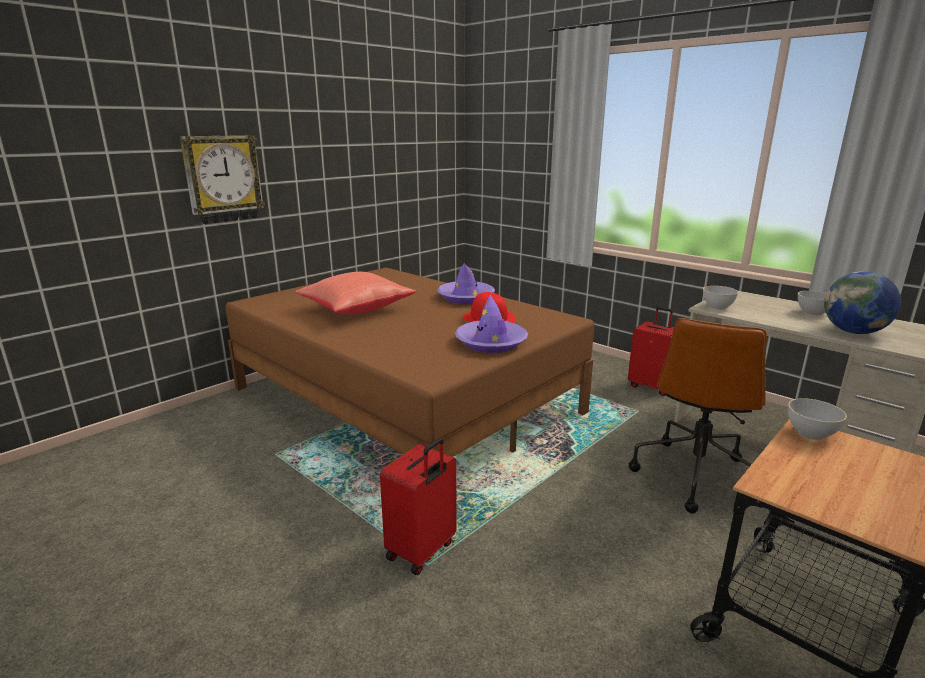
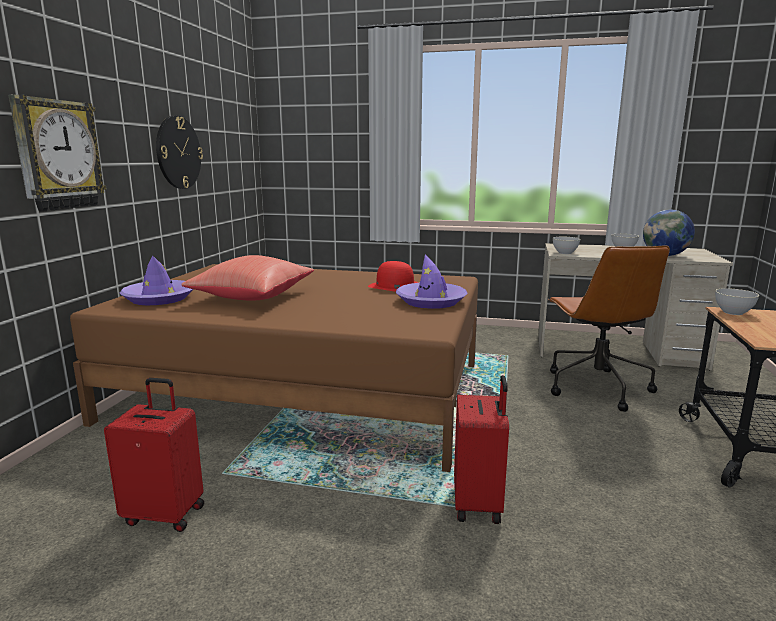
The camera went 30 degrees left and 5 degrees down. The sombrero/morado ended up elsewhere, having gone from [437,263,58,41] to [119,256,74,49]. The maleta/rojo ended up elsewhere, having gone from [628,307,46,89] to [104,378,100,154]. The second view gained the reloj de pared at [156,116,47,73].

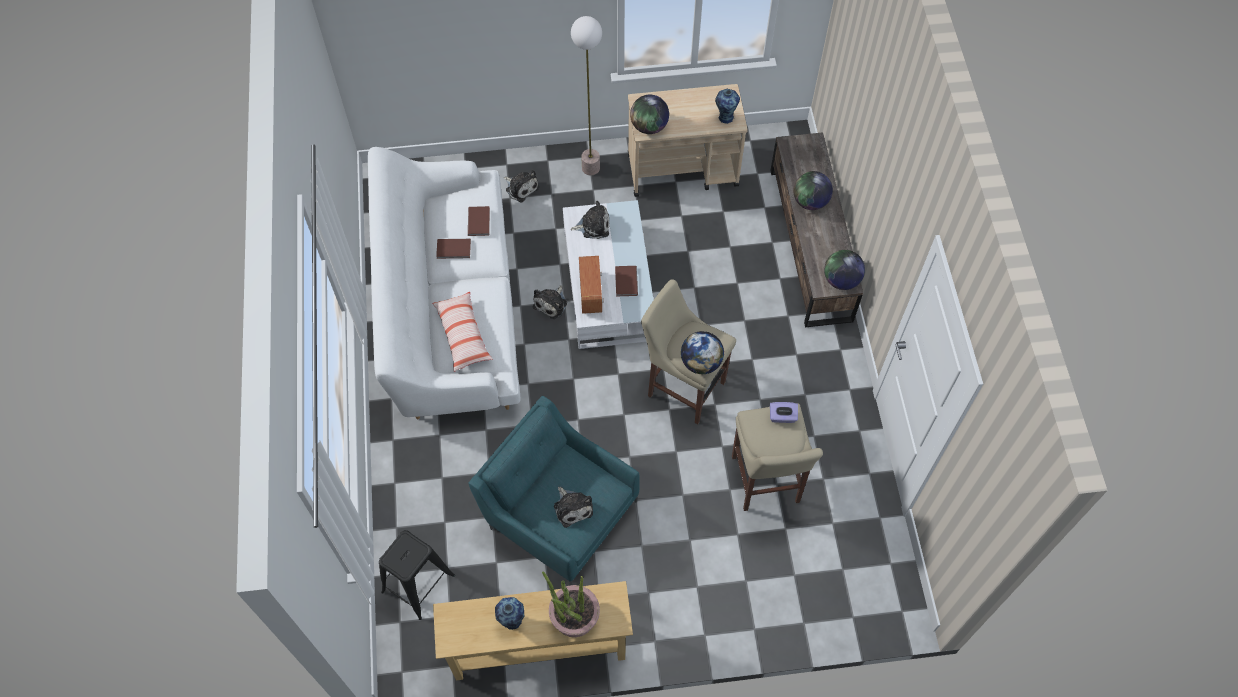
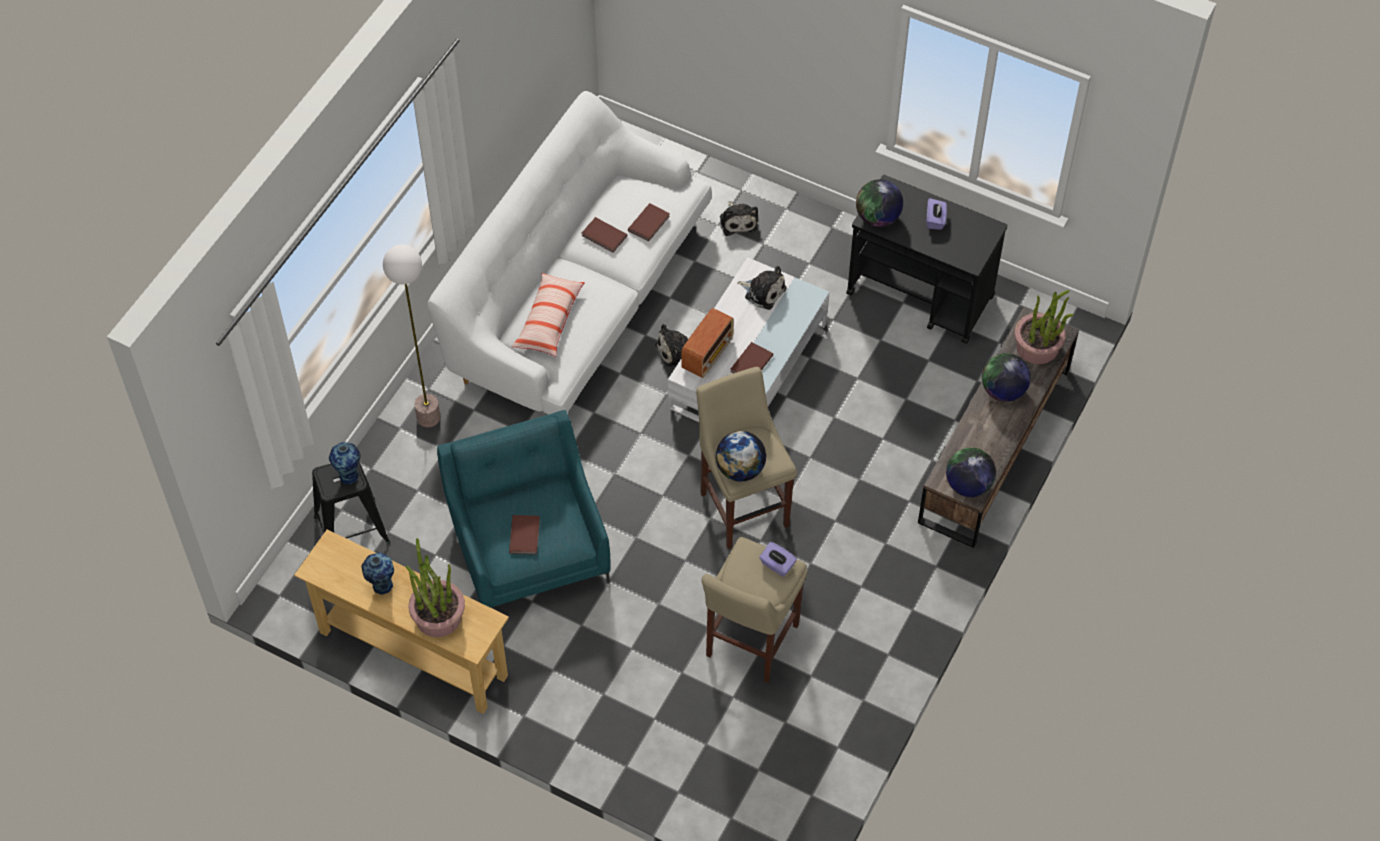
The camera went 35 degrees right and 5 degrees down. The lámpara de pie ended up elsewhere, having gone from [571,16,31,159] to [383,244,57,183]. What was the carrito/beis at [628,84,120,113] turned into the carrito/negro at [846,175,162,169]. The florero ended up elsewhere, having gone from [715,89,25,35] to [329,442,32,42]. Where the peluche stood at [554,487,39,41], the libro/marrón came to stand at [509,515,31,40]. The second view gained the caja de pañuelos/morado at [927,198,20,32]. The second view gained the planta en maceta at [1015,290,59,74].

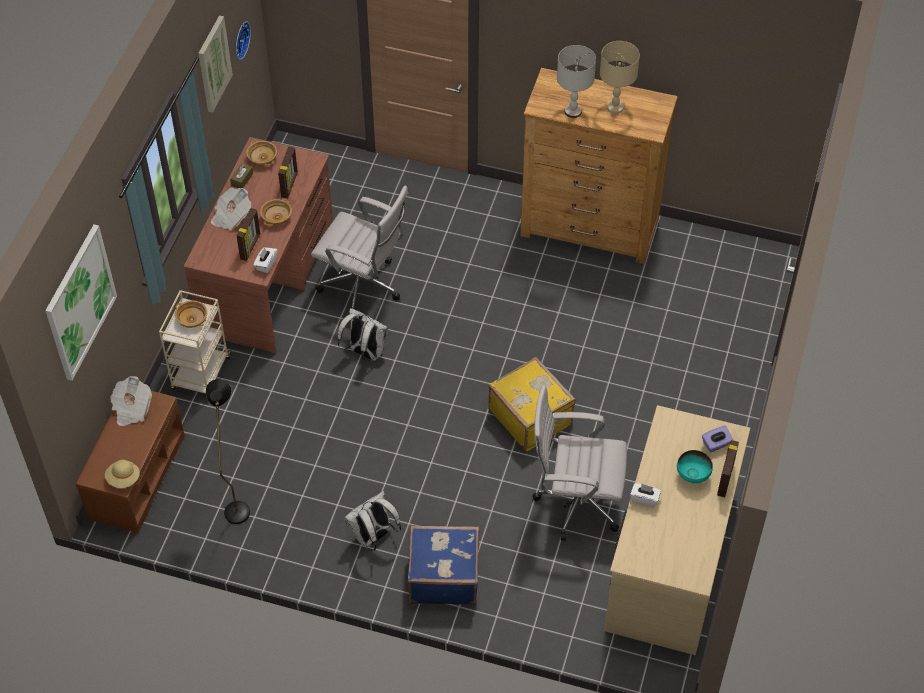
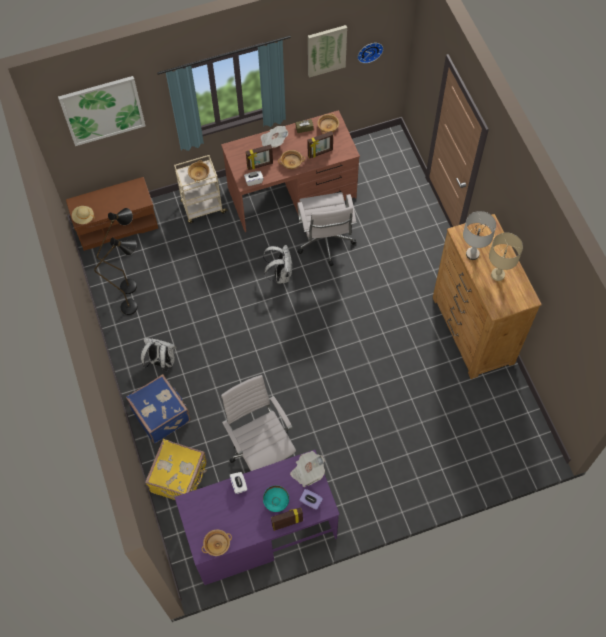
The camera went 55 degrees right and 10 degrees up. The maleta/amarillo ended up elsewhere, having gone from [488,357,88,94] to [145,439,62,61]. The periódico ended up elsewhere, having gone from [110,376,42,50] to [290,451,35,36]. What was the escritorio/beis at [604,405,146,250] turned into the escritorio/morado at [175,450,165,135]. The second view gained the lámpara de pie/negro at [94,238,44,77]. The second view gained the cuenco/beis at [202,529,30,27].

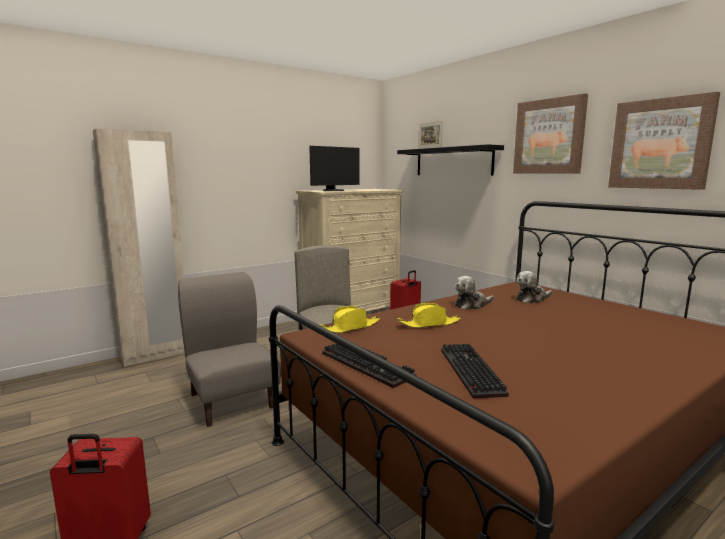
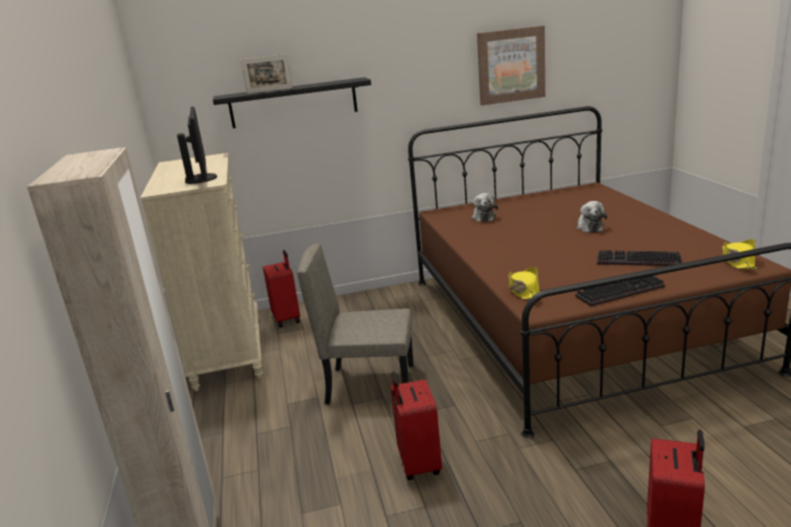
The camera went 65 degrees left and 10 degrees up. The second view lost the cuadro at [513,93,75,80]. Where the silla/gris stood at [178,272,103,155], the maleta/rojo came to stand at [390,372,52,108]. The peluche ended up elsewhere, having gone from [455,276,39,34] to [577,201,30,32]. The sombrero/amarillo ended up elsewhere, having gone from [397,303,64,25] to [723,239,34,31].

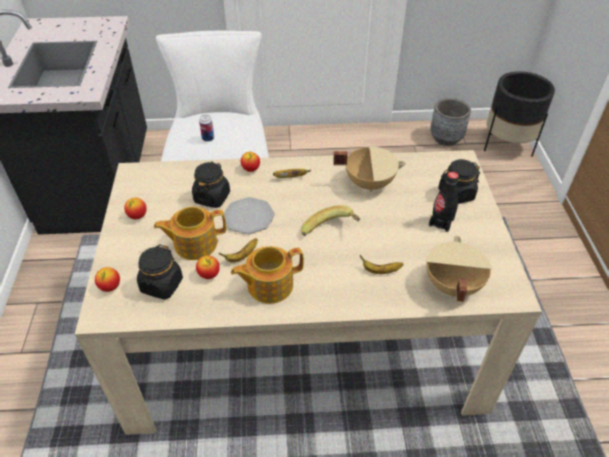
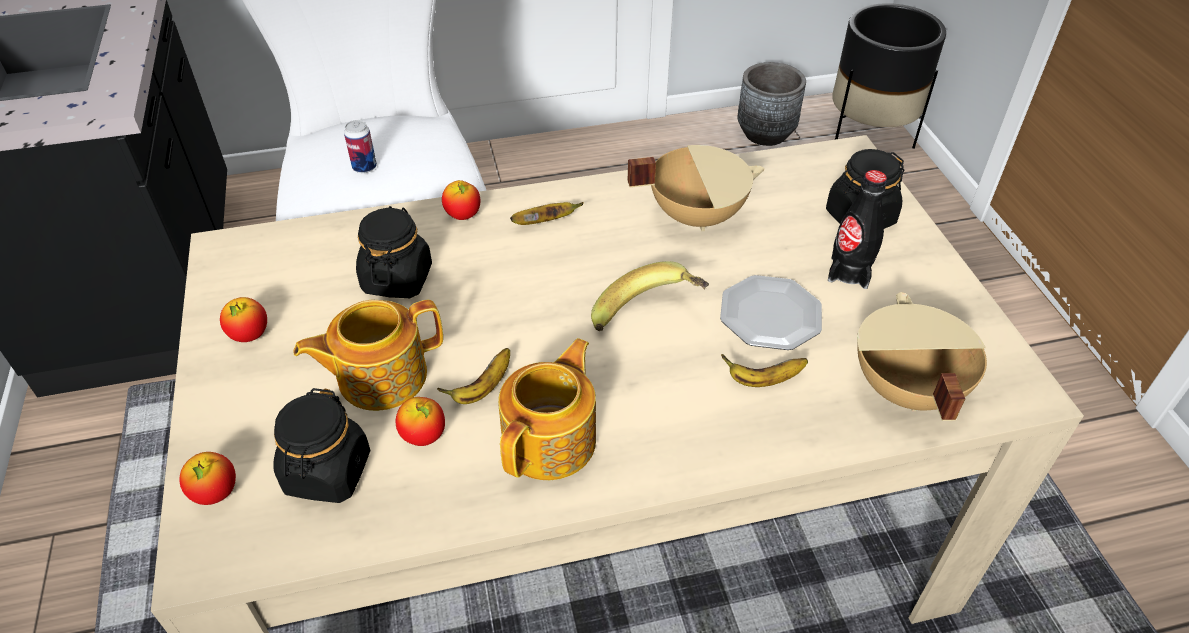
The camera went 10 degrees left and 0 degrees up. The plato ended up elsewhere, having gone from [224,197,51,37] to [720,275,102,75]. The tetera at [231,246,73,58] ended up facing another way, 150 degrees clockwise from before.

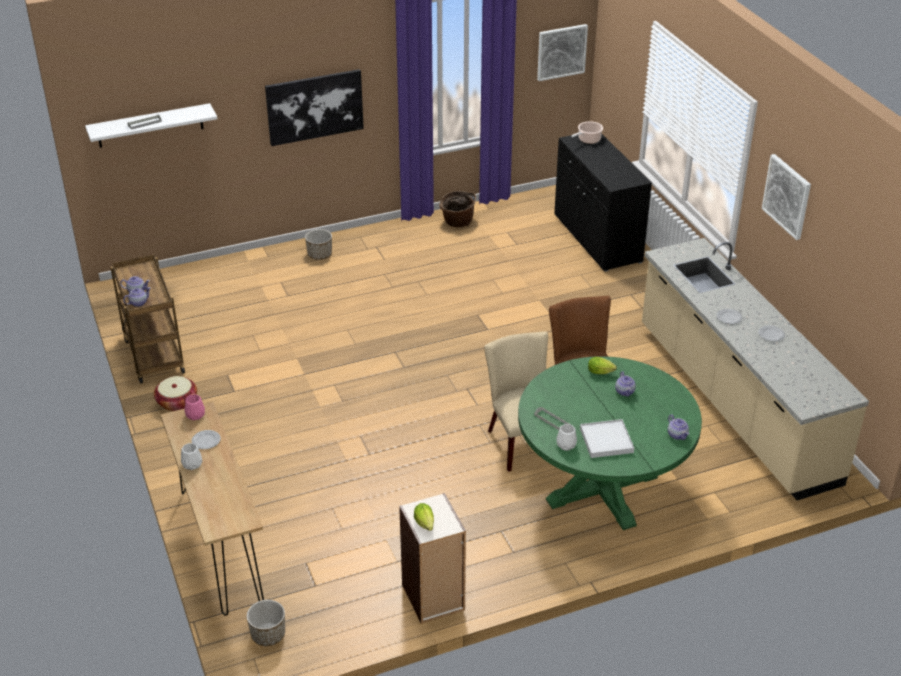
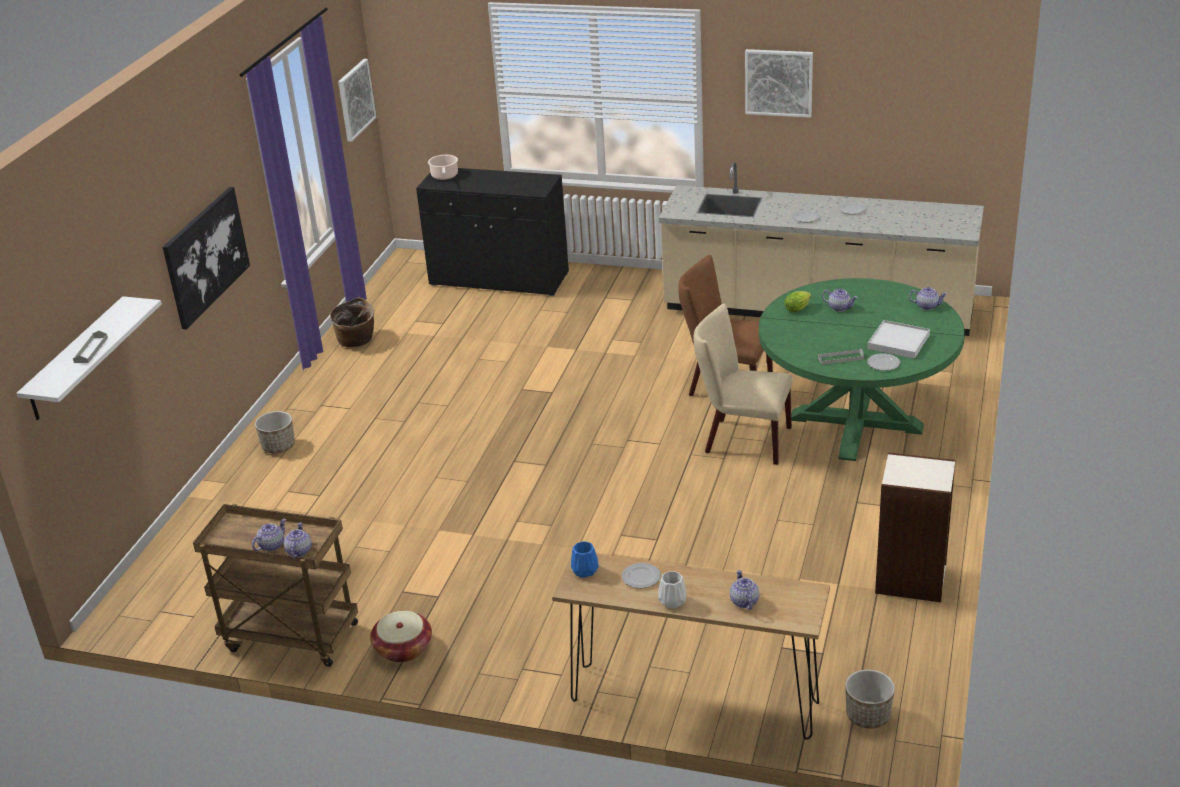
The camera went 50 degrees left and 5 degrees down. What was the florero/rosa at [185,395,20,25] turned into the florero/azul at [571,541,28,37]. Where the florero/blanco stood at [557,424,20,27], the plato came to stand at [867,353,33,18]. The second view lost the lechuga at [414,503,20,28]. The second view gained the tetera at [730,570,29,40].

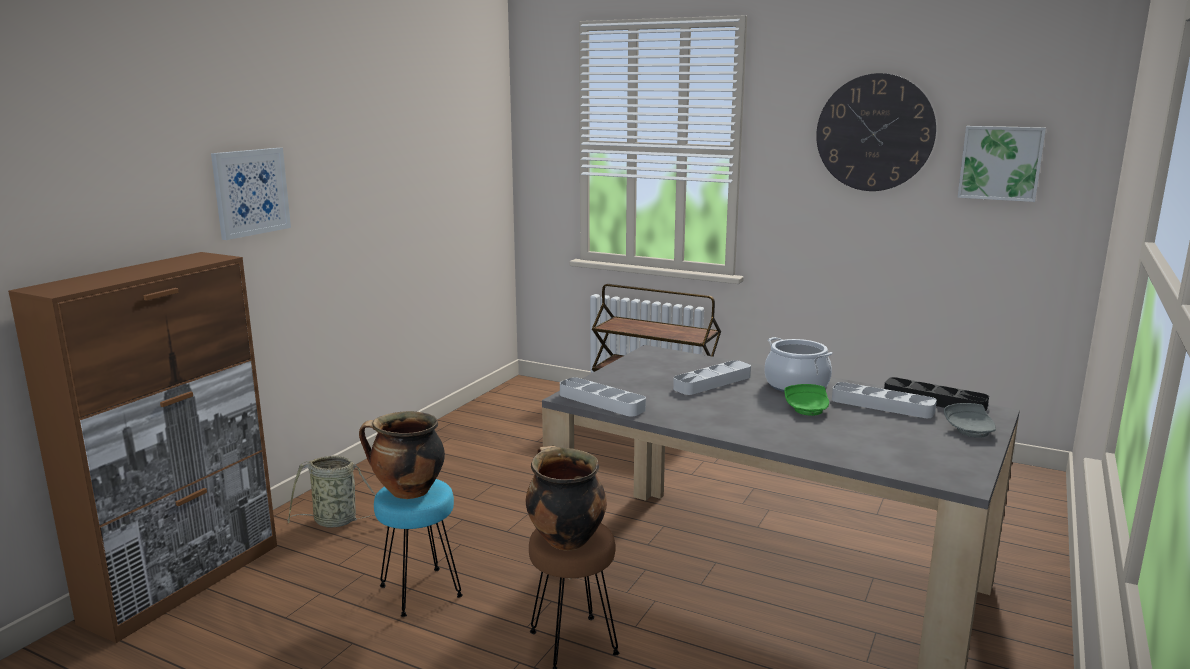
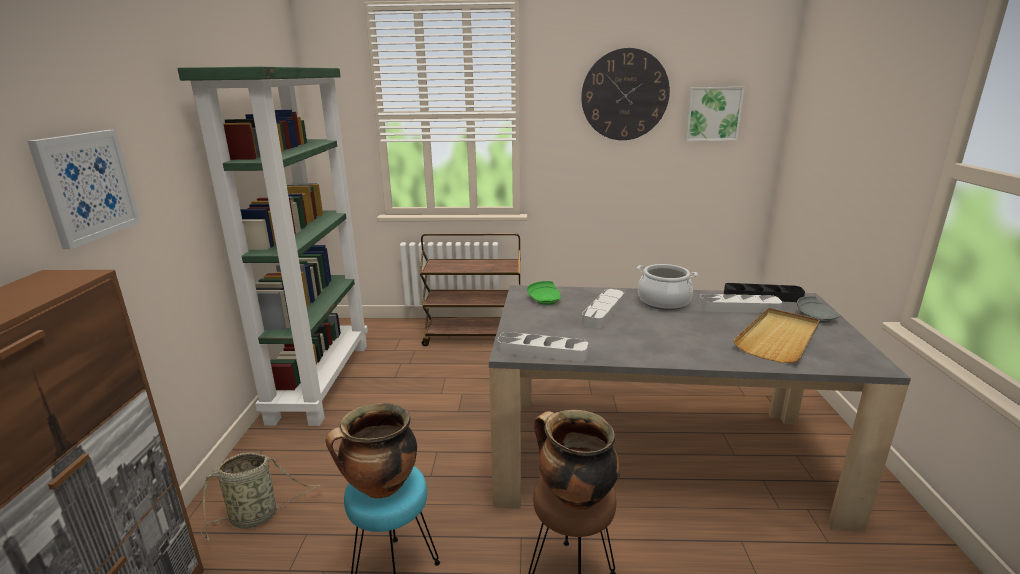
The camera went 25 degrees left and 5 degrees up. The plato/verde ended up elsewhere, having gone from [785,384,44,32] to [527,281,34,24]. The second view gained the estantería/verde at [177,66,191,360]. The second view gained the bandeja/beis at [733,308,86,55].

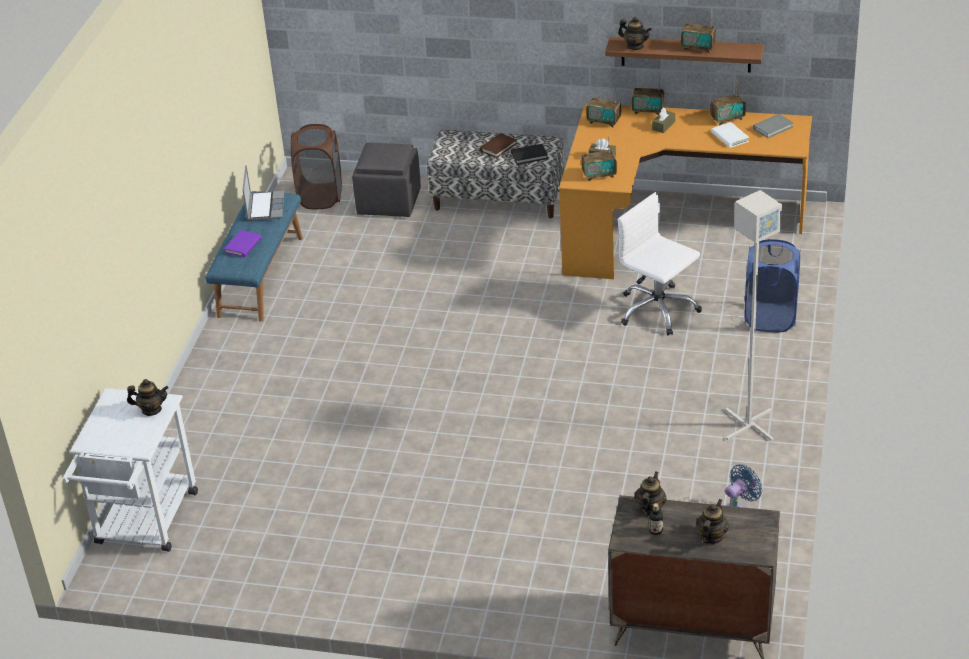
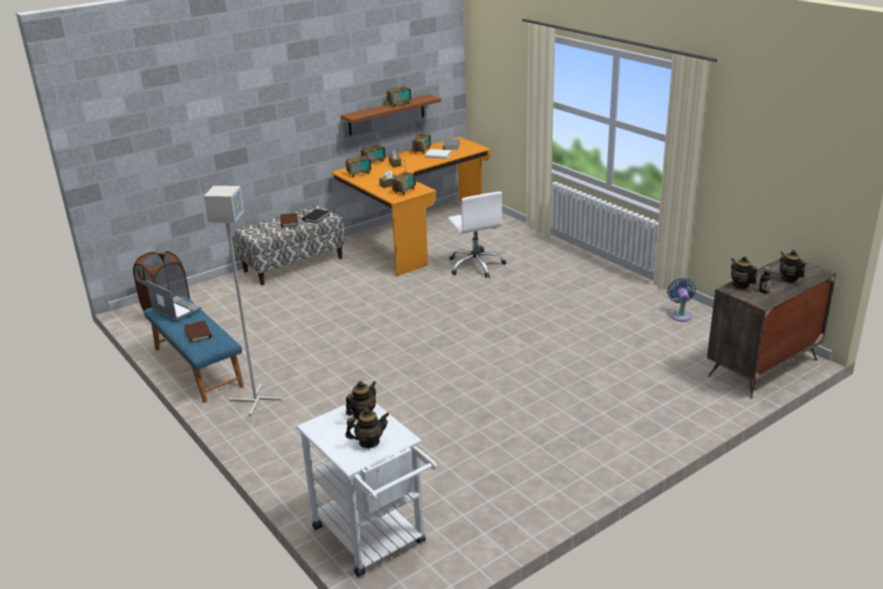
The camera went 50 degrees left and 10 degrees down. The tetera ended up elsewhere, having gone from [618,17,34,33] to [345,408,44,40]. The second view lost the puf/gris at [352,143,69,74]. The lámpara de pie/gris ended up elsewhere, having gone from [725,190,57,251] to [204,186,78,230]. The silla de oficina/blanco at [618,192,84,143] ended up facing another way, 105 degrees counterclockwise from before. What was the libro/morado at [224,230,37,27] turned into the libro/marrón at [184,321,28,22]. The second view lost the cesto de la ropa/azul at [745,239,55,93].

